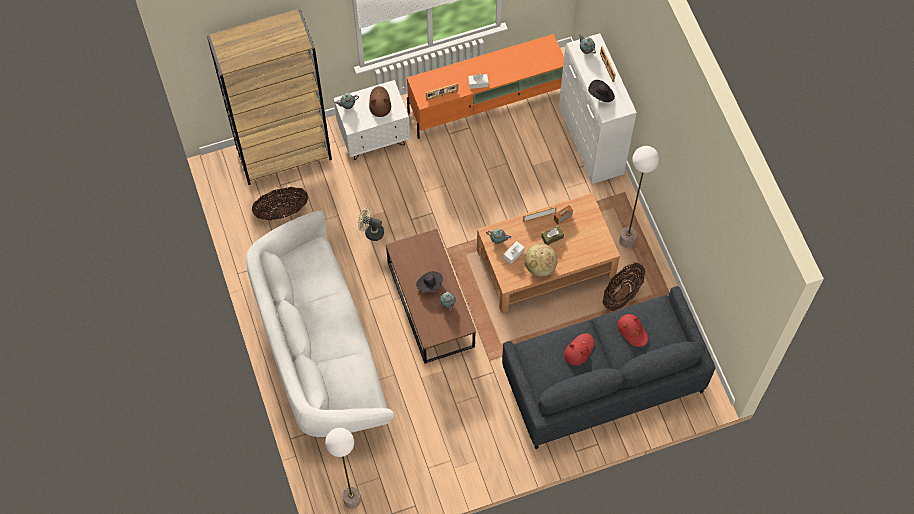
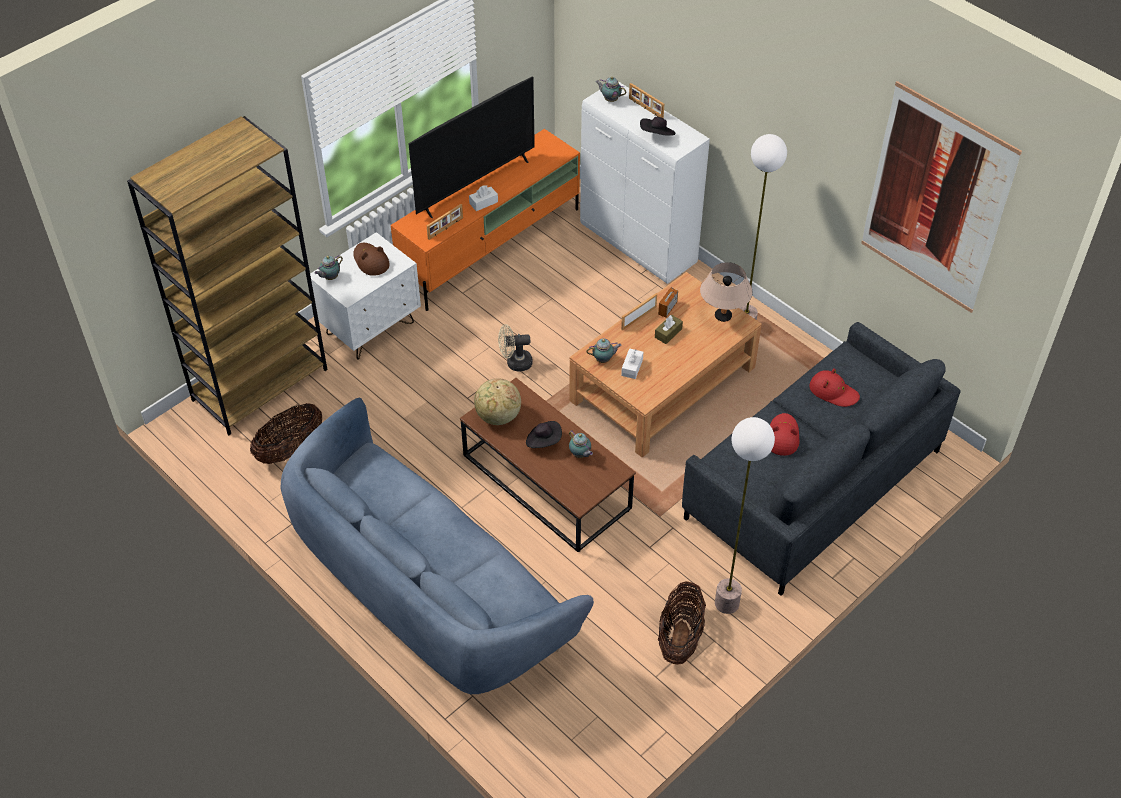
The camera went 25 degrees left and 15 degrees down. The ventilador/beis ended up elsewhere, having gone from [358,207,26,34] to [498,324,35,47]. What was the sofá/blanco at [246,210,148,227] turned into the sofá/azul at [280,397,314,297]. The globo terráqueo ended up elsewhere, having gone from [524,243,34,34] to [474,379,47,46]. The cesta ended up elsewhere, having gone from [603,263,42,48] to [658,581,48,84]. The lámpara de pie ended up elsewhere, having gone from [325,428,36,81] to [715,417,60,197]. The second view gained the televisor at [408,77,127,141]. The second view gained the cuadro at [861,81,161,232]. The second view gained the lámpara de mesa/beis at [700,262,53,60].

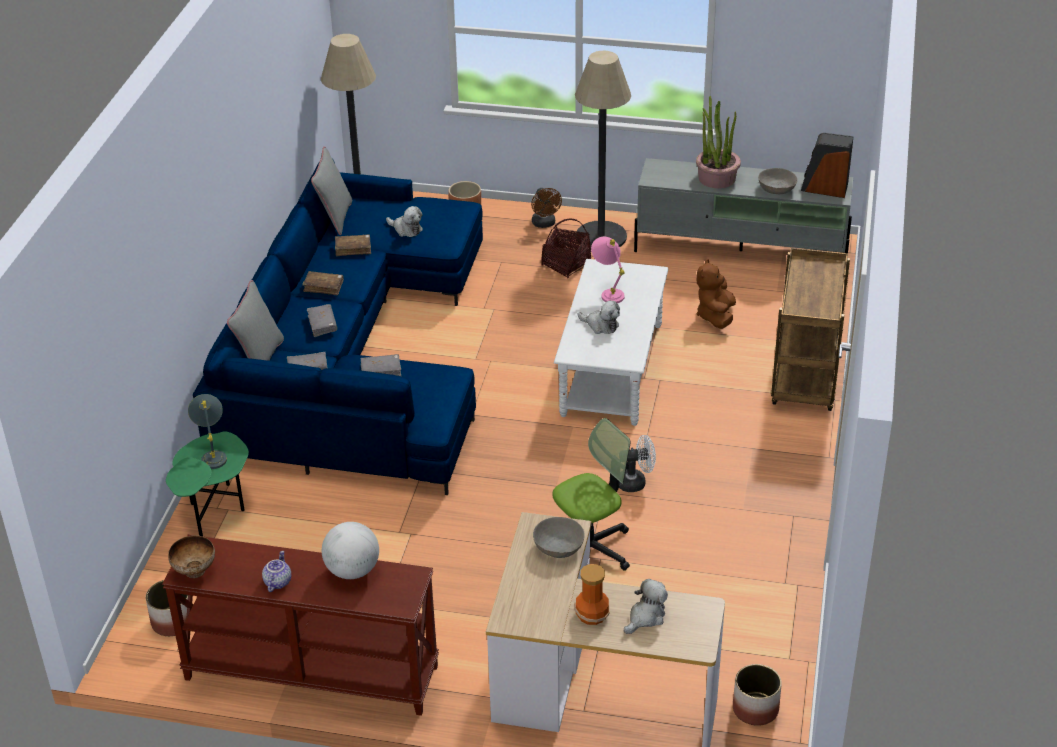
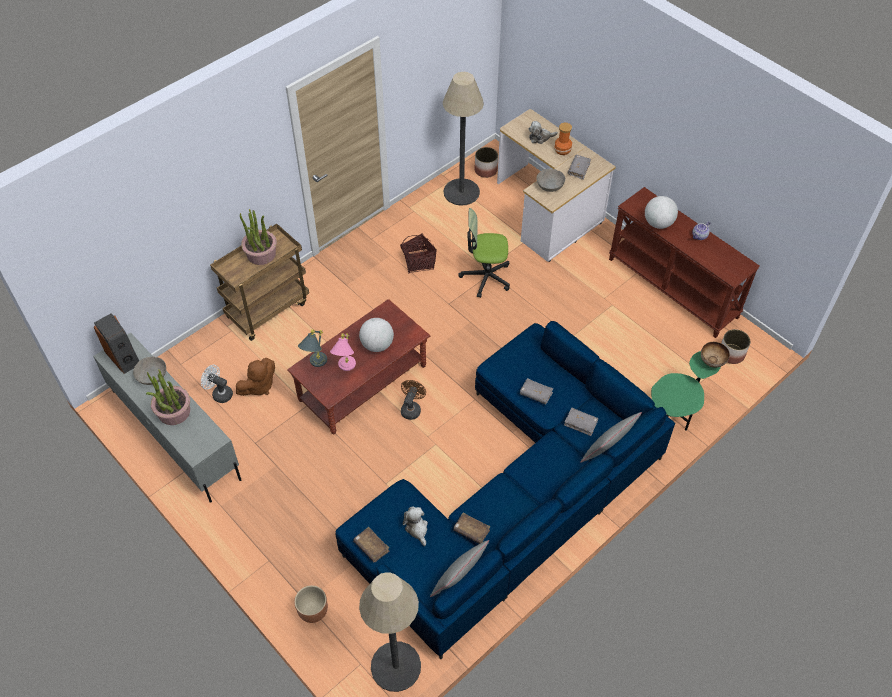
The camera went 145 degrees left and 15 degrees up. The lámpara de pie ended up elsewhere, having gone from [575,51,56,196] to [443,72,41,134]. The ventilador/marrón ended up elsewhere, having gone from [531,188,31,40] to [401,380,25,40]. The cesta ended up elsewhere, having gone from [541,219,50,59] to [400,234,37,39]. What was the mesa de centro/blanco at [554,259,114,167] turned into the mesa de centro/marrón at [287,299,143,135]. The libro/marrón ended up elsewhere, having gone from [302,271,42,25] to [353,527,36,35]. Where the peluche stood at [578,301,42,33], the globo terráqueo came to stand at [359,318,35,34]. The libro/gris ended up elsewhere, having gone from [307,304,31,33] to [568,155,23,25]. The lámpara de mesa/gris ended up elsewhere, having gone from [188,394,39,75] to [298,329,29,38]. The ventilador/blanco ended up elsewhere, having gone from [619,435,37,57] to [201,365,32,38]. The cuenco ended up elsewhere, having gone from [168,535,47,43] to [701,342,29,25]. The second view gained the planta en maceta at [240,209,37,56].

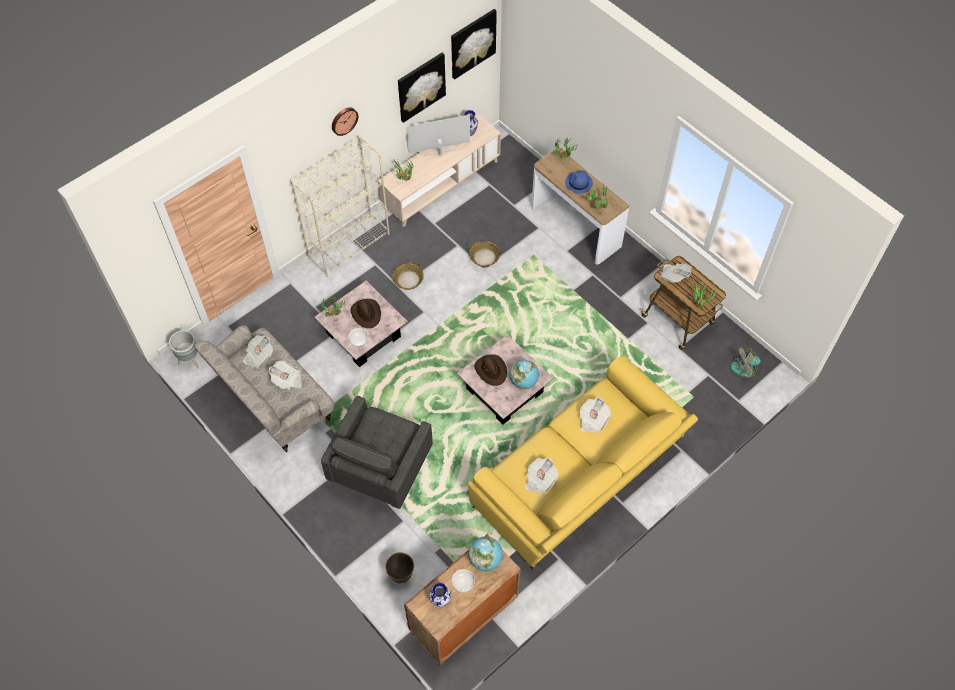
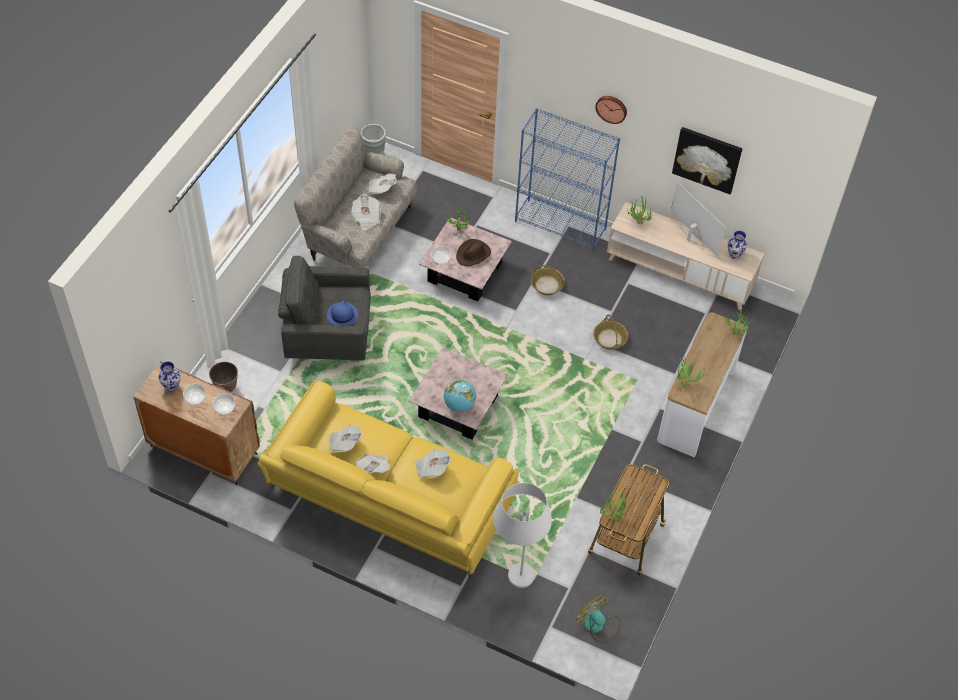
The camera went 65 degrees right and 5 degrees down. The second view lost the cuadro at [451,9,46,71]. What was the estantería/beis at [291,136,99,142] turned into the estantería/azul at [515,108,105,144]. The sombrero/azul ended up elsewhere, having gone from [565,170,28,23] to [327,301,31,25]. The periódico ended up elsewhere, having gone from [660,263,32,19] to [356,454,35,19]. The second view lost the sombrero/marrón at [474,354,33,32]. Where the globo terráqueo stood at [469,536,34,35], the cuenco came to stand at [212,393,23,22]. The second view gained the lámpara de pie/blanco at [493,483,59,105].

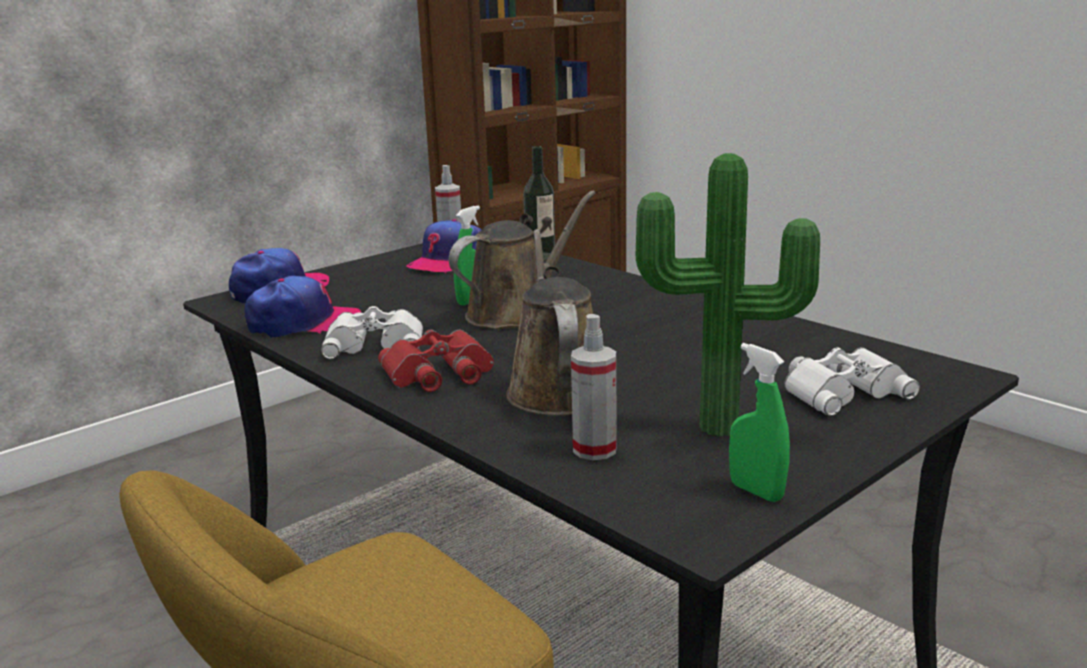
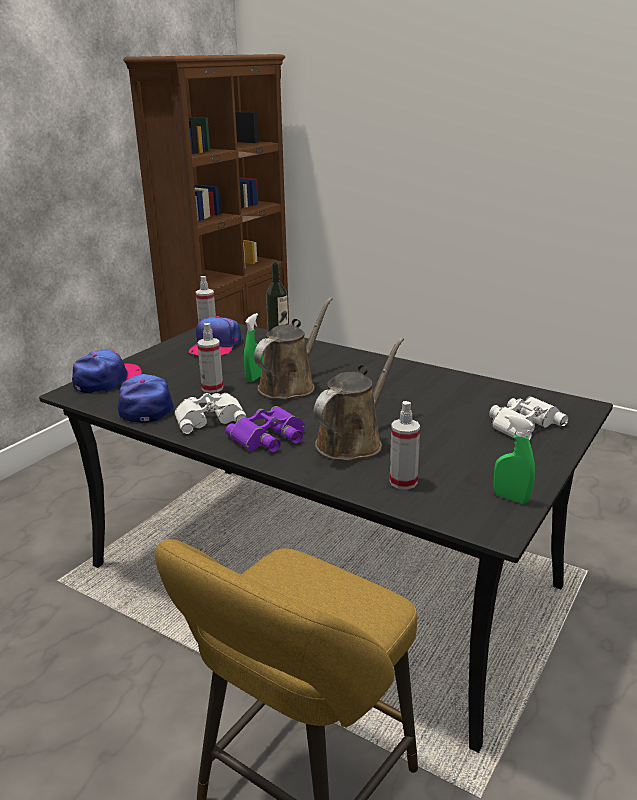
The camera went 15 degrees left and 5 degrees up. The second view lost the planta en maceta at [636,153,184,283]. The regadera/marrón at [506,229,87,187] ended up facing another way, 60 degrees clockwise from before. The gorra at [244,276,117,62] ended up facing another way, 75 degrees counterclockwise from before. What was the prismáticos/rojo at [378,329,116,63] turned into the prismáticos/morado at [226,406,79,46]. The second view gained the pulverizador at [197,323,26,70].

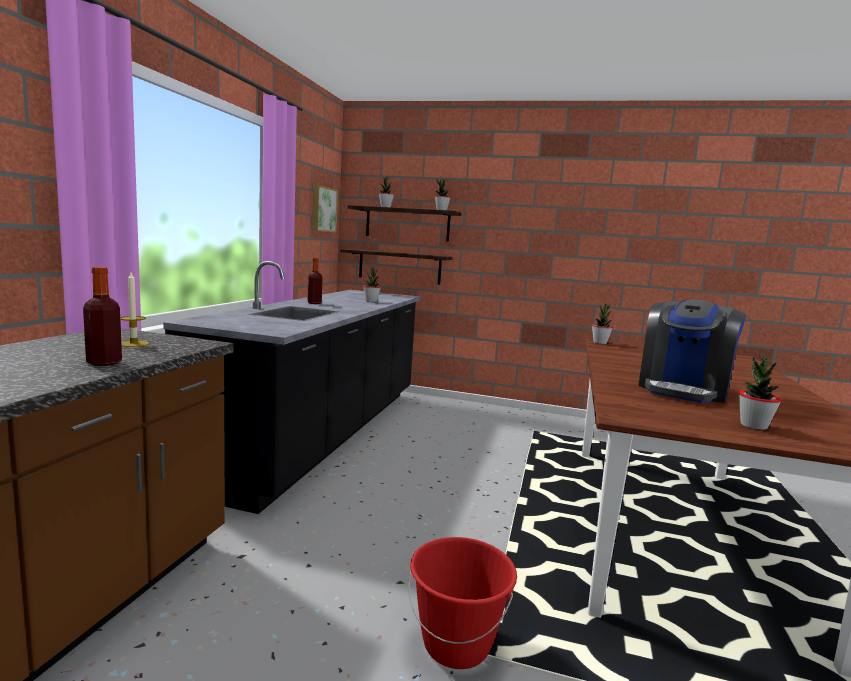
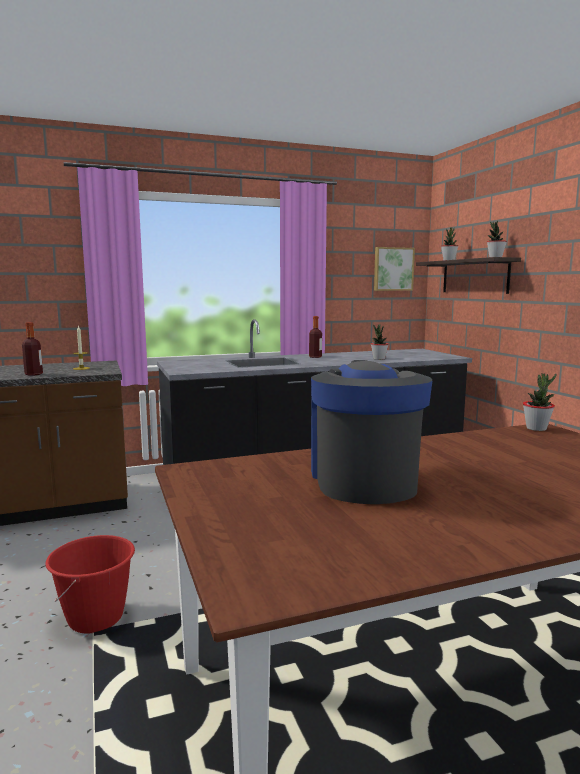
The camera went 55 degrees right and 0 degrees up. The second view lost the estante at [341,249,111,35]. The cafetera at [638,299,108,104] ended up facing another way, 90 degrees clockwise from before. The second view lost the planta en maceta at [738,357,44,73].

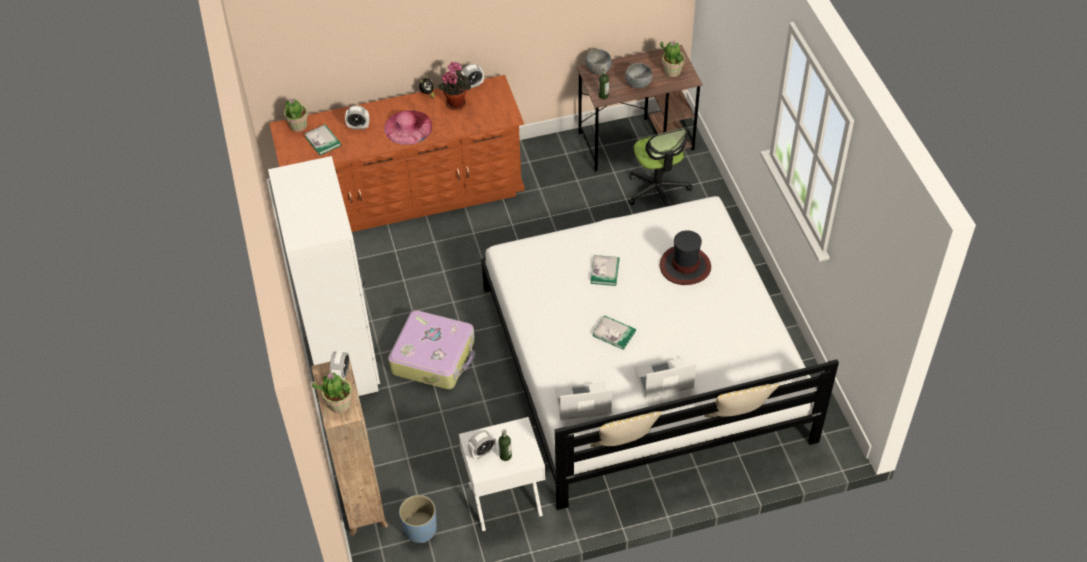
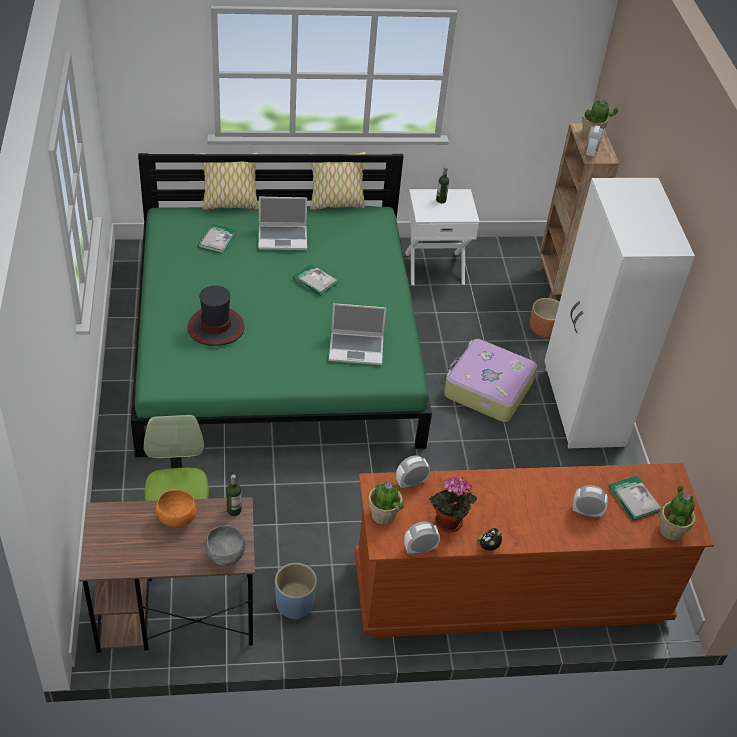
The camera went 175 degrees left and 5 degrees down. The planta en maceta ended up elsewhere, having gone from [660,41,25,36] to [368,481,36,44]. What was the cuenco/gris at [625,63,27,26] turned into the cuenco/naranja at [156,490,41,38]. The second view lost the sombrero/rosa at [384,110,48,35]. What was the cama/blanco at [481,196,358,314] turned into the cama/verde at [131,153,301,304]. The libro ended up elsewhere, having gone from [591,255,28,31] to [198,224,38,30]. The portátil ended up elsewhere, having gone from [555,381,57,39] to [329,303,57,62]. The despertador ended up elsewhere, having gone from [468,430,28,29] to [396,455,34,34]. The maceta/azul ended up elsewhere, having gone from [399,495,38,48] to [275,563,42,57]. The second view gained the maceta/marrón at [530,298,30,39].

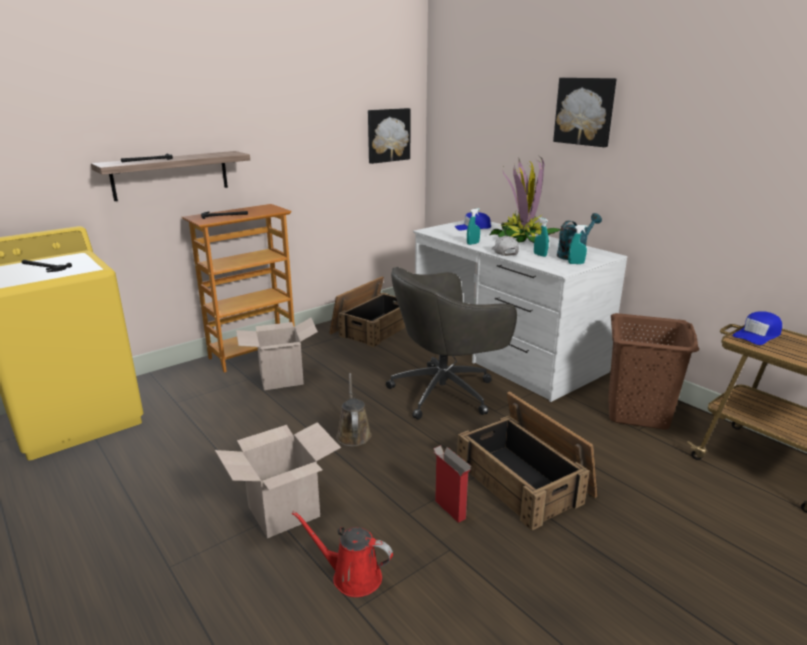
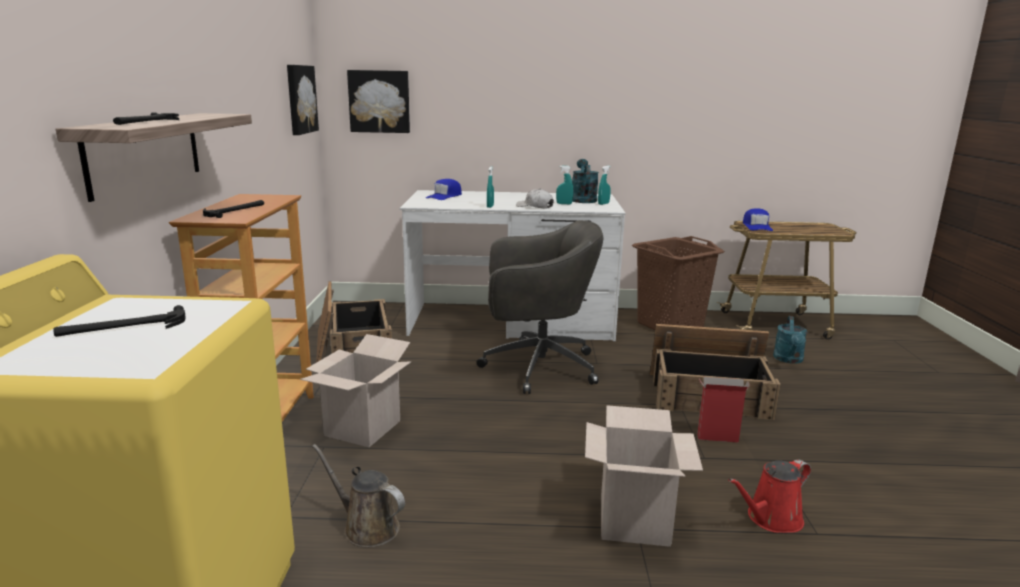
The camera went 50 degrees left and 5 degrees down. The cuadro ended up elsewhere, having gone from [553,78,64,69] to [347,70,63,63]. The second view lost the planta en maceta at [490,154,70,89]. The silla de oficina/gris at [386,267,131,153] ended up facing another way, 105 degrees counterclockwise from before. The regadera/marrón ended up elsewhere, having gone from [336,373,36,74] to [312,444,93,104]. The second view gained the regadera/turquesa at [773,316,34,48].

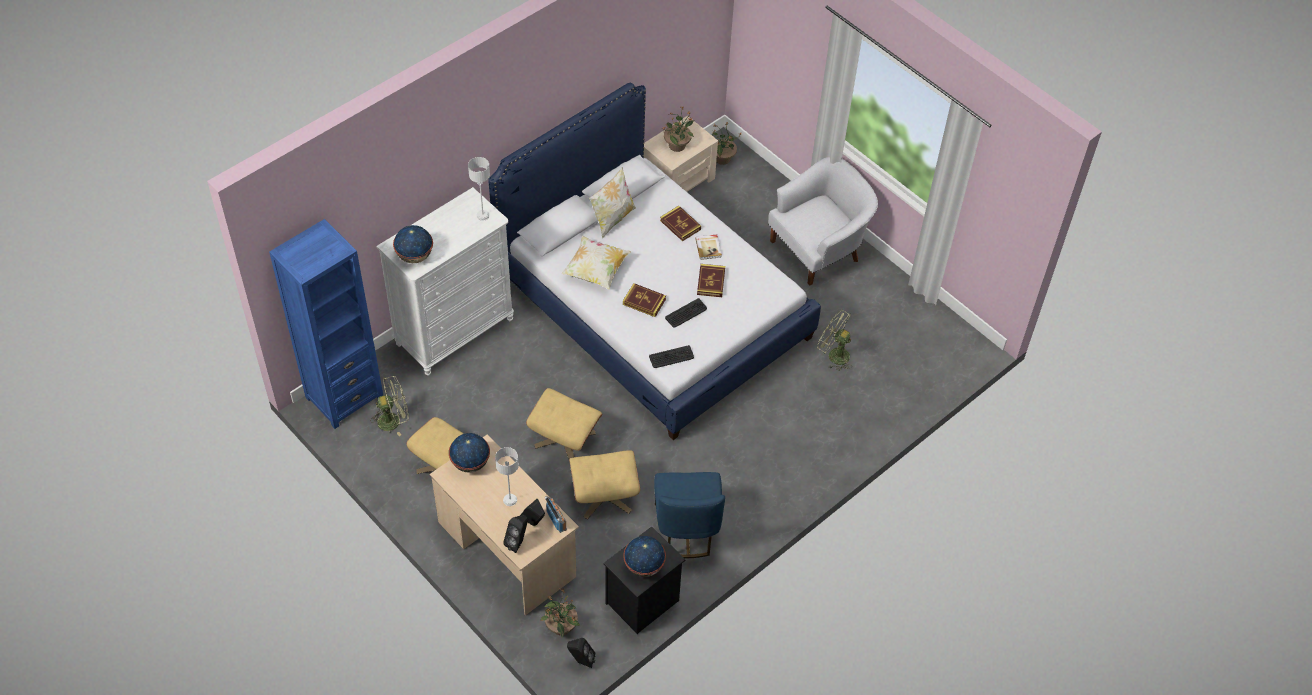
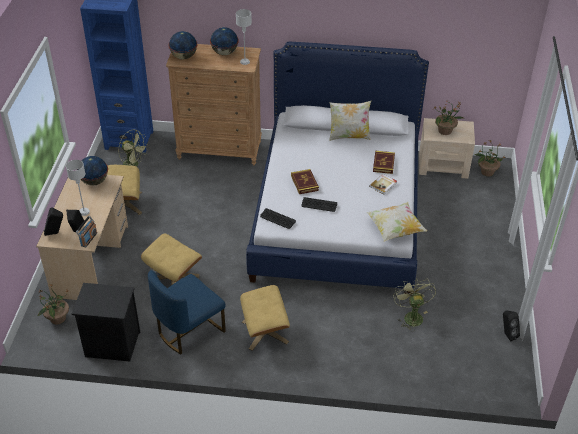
The camera went 50 degrees right and 10 degrees down. The second view lost the sillón/blanco at [768,157,110,129]. What was the cómoda/blanco at [377,187,137,189] turned into the cómoda/marrón at [166,44,96,121]. The cojín ended up elsewhere, having gone from [561,236,70,54] to [366,202,61,40]. The second view lost the libro at [697,264,28,33]. The puf/beis ended up elsewhere, having gone from [526,388,76,71] to [240,285,50,66]. The globo terráqueo ended up elsewhere, having gone from [623,536,43,41] to [210,27,29,28]. The altavoz/negro ended up elsewhere, having gone from [567,638,28,30] to [503,311,17,31].

